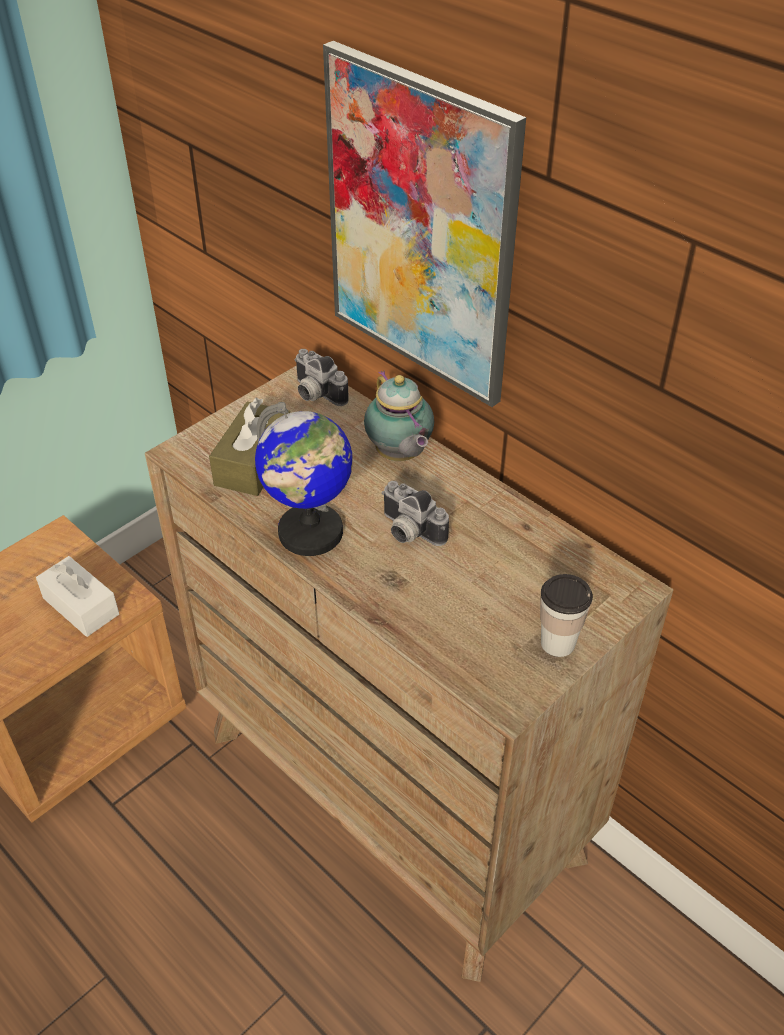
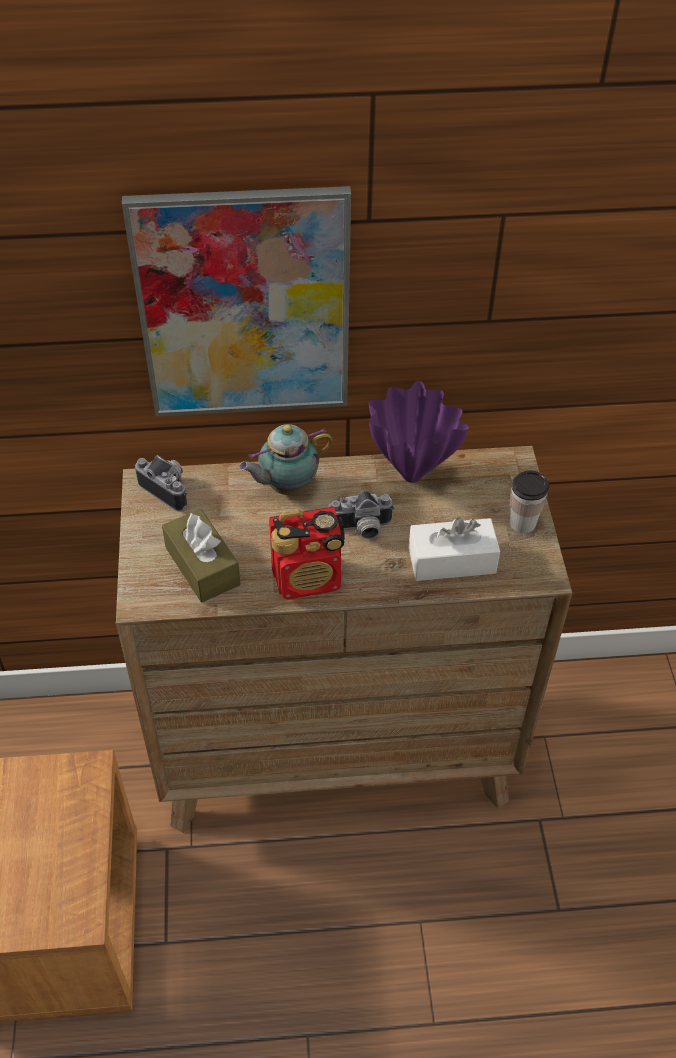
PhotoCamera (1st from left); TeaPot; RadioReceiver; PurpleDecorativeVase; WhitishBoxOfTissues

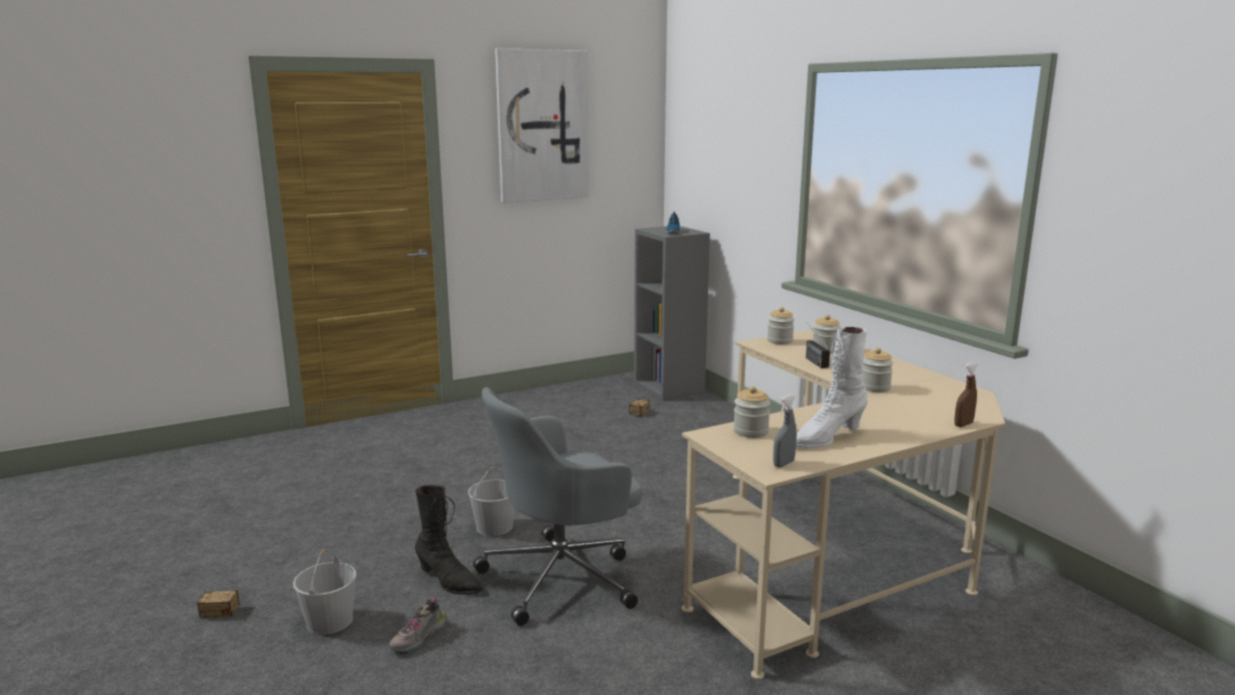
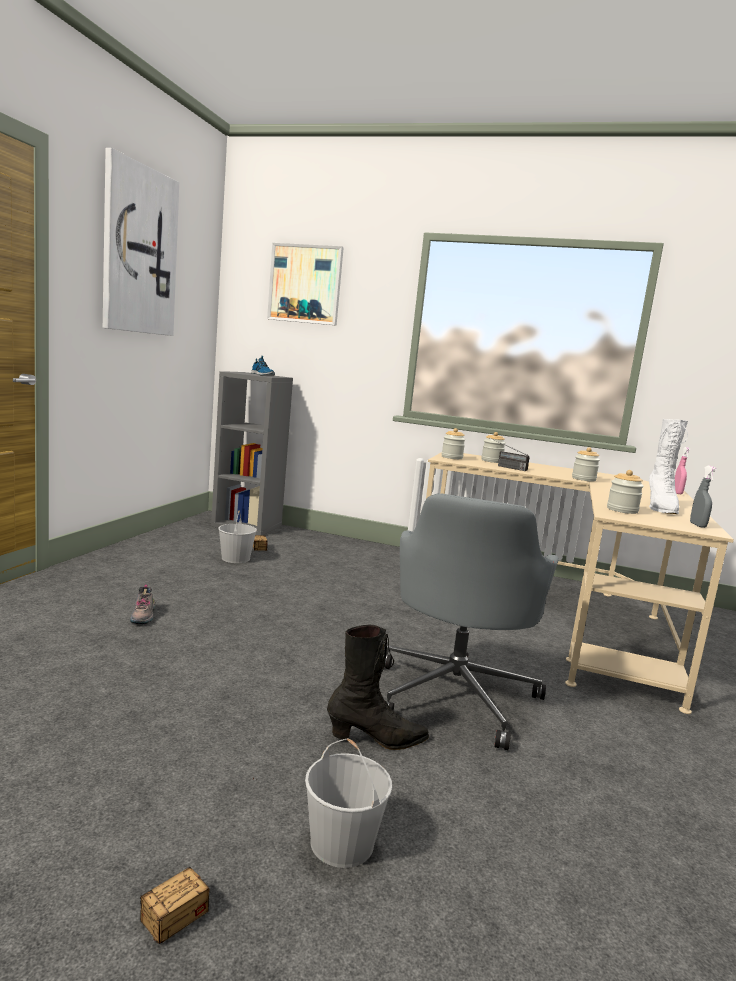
ItemOfFootwear (1st from left); WhitishWaterBucket (1st from left); WallArt (2nd from left); PinkSprayBottle

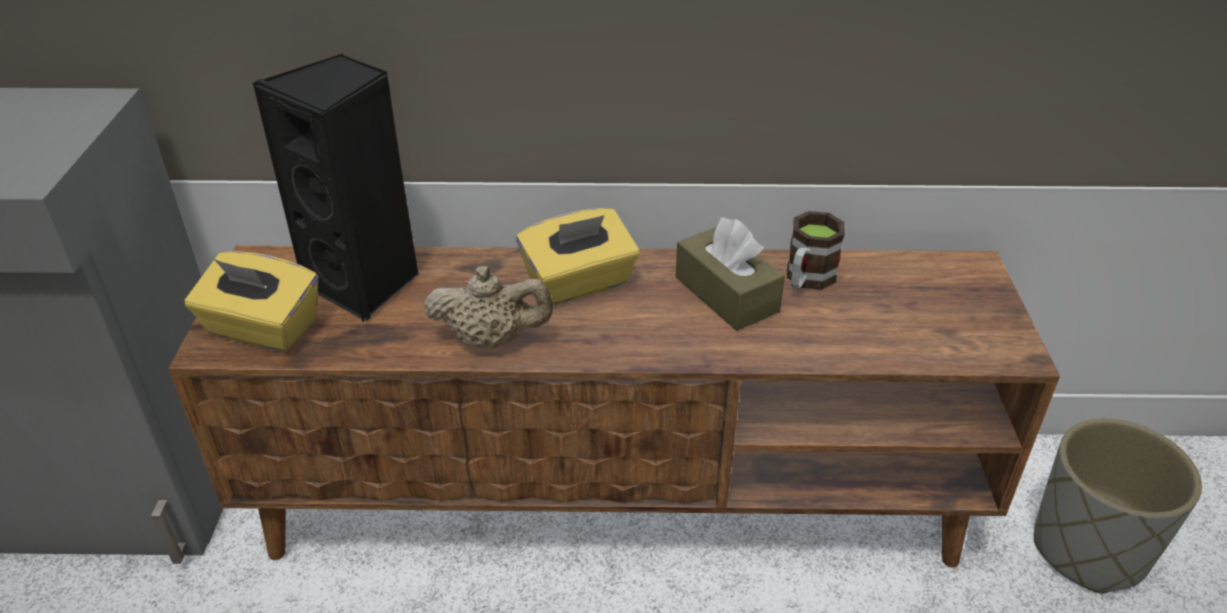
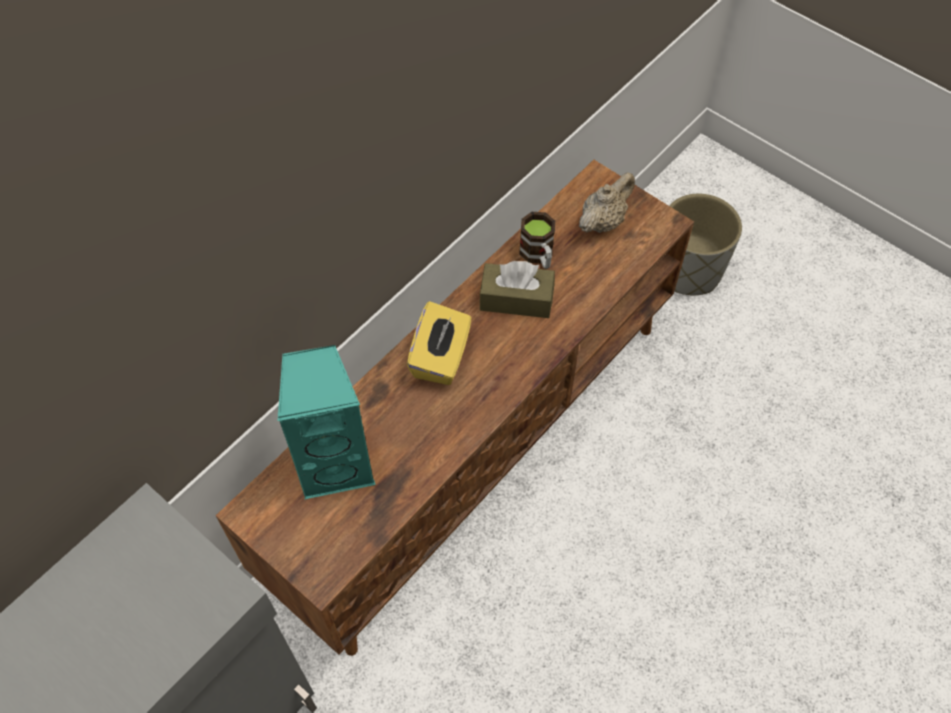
TurquoiseColouredLoudspeaker; SandColouredTeaPot; YellowColouredBoxOfTissues (1st from left in the first image)

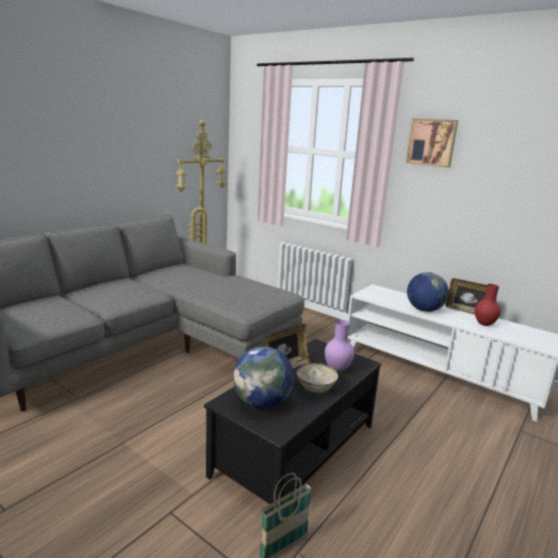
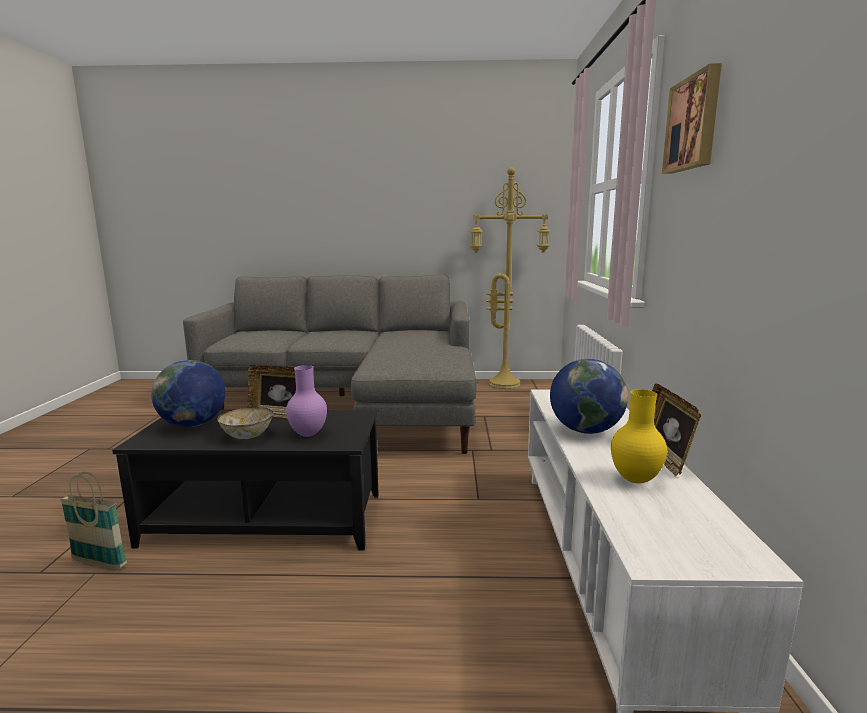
YellowColouredDecorativeVase

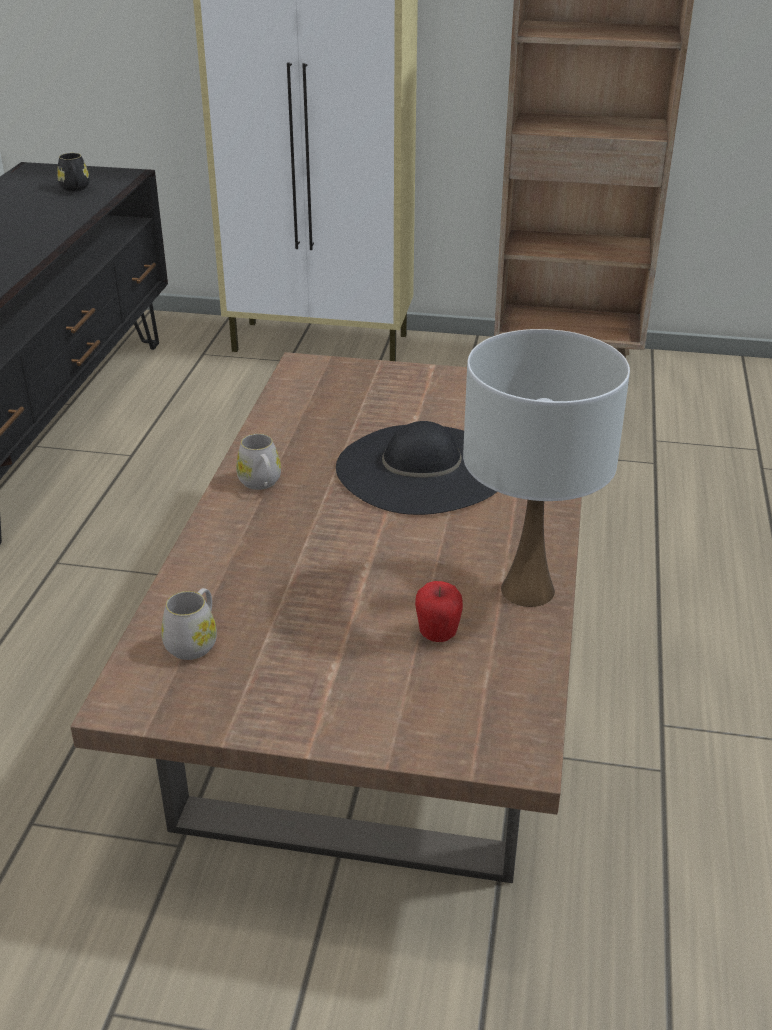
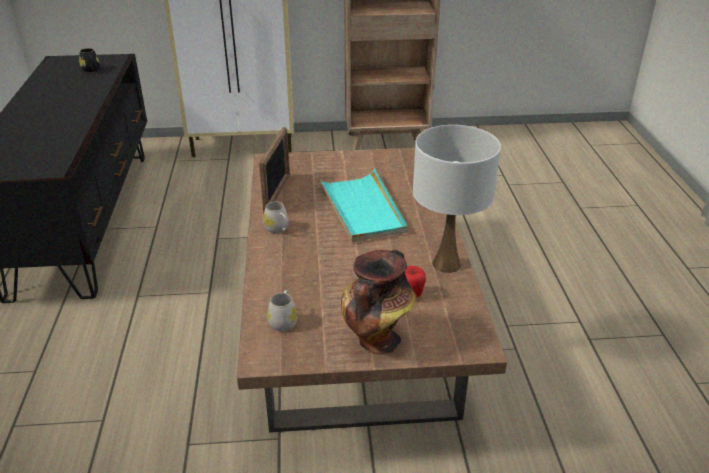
PhotoFrame; TurquoiseColouredServingTray; DecorativeVase

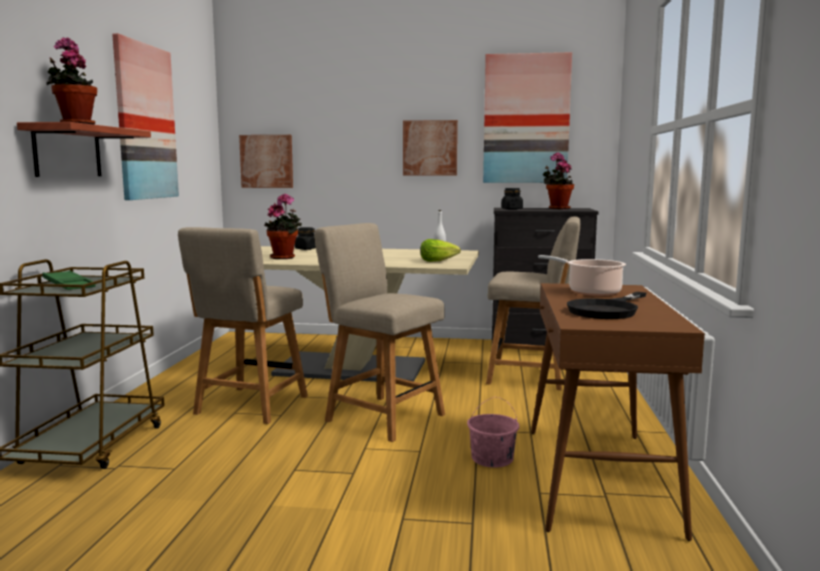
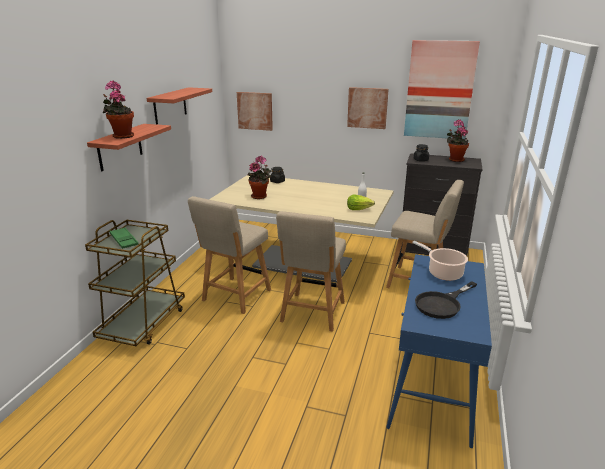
BracketShelf (2nd from left); SandColouredChair (2nd from left); BluishConsoleTable; PinkWaterBucket

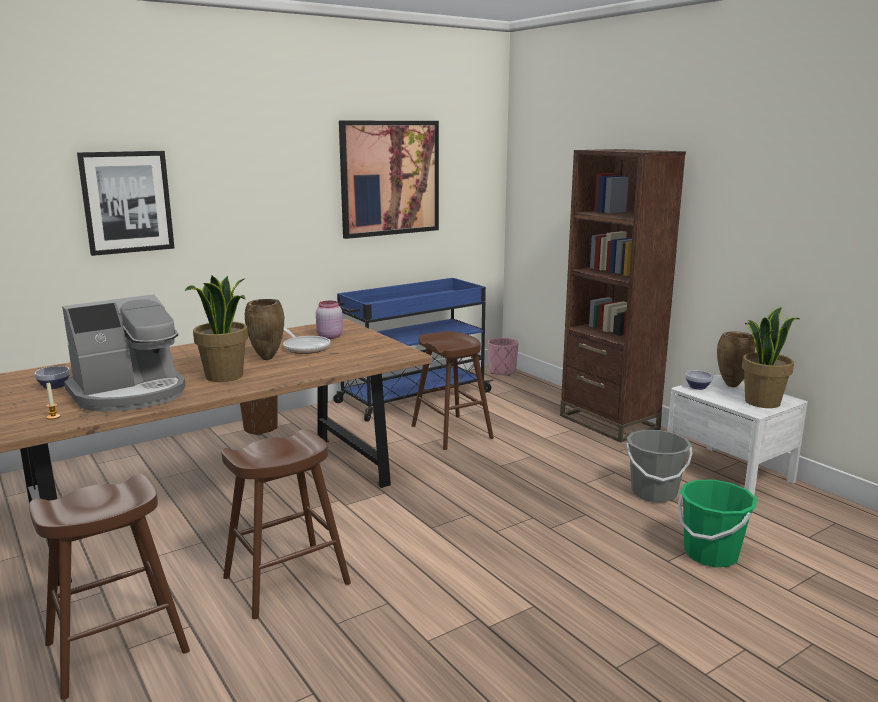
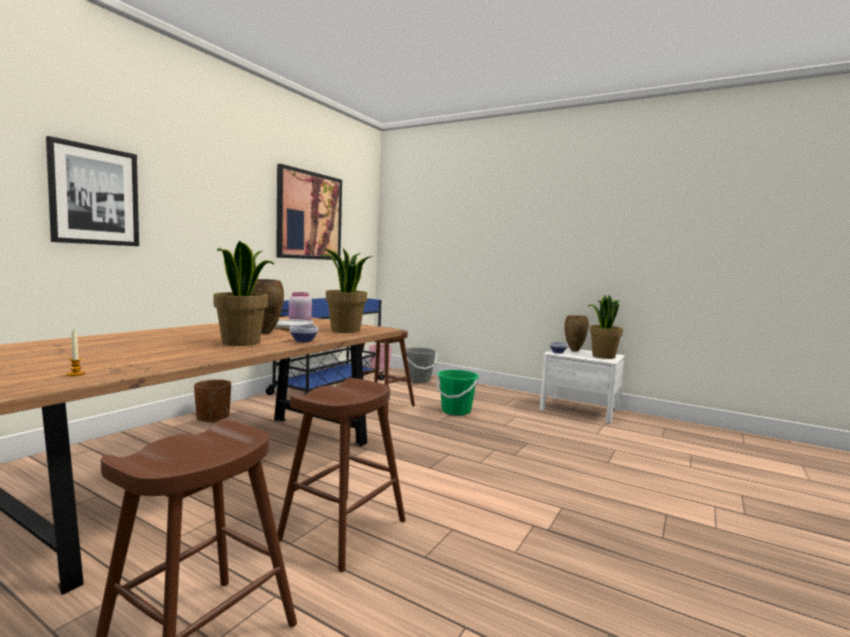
DeepDish (1st from left); PottedPlant (2nd from left); GrayWaterBucket; GreenishWaterBucket; CoffeeMachine; BrownishBookshelf

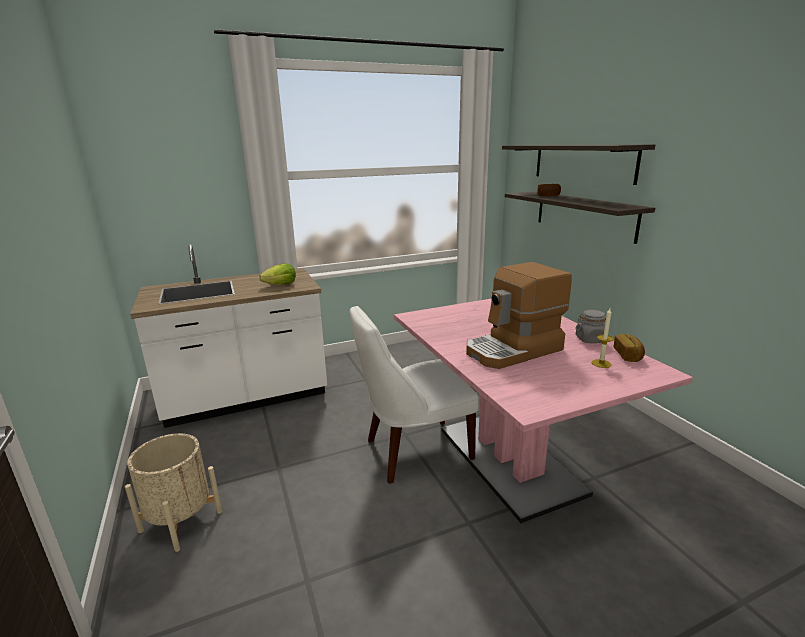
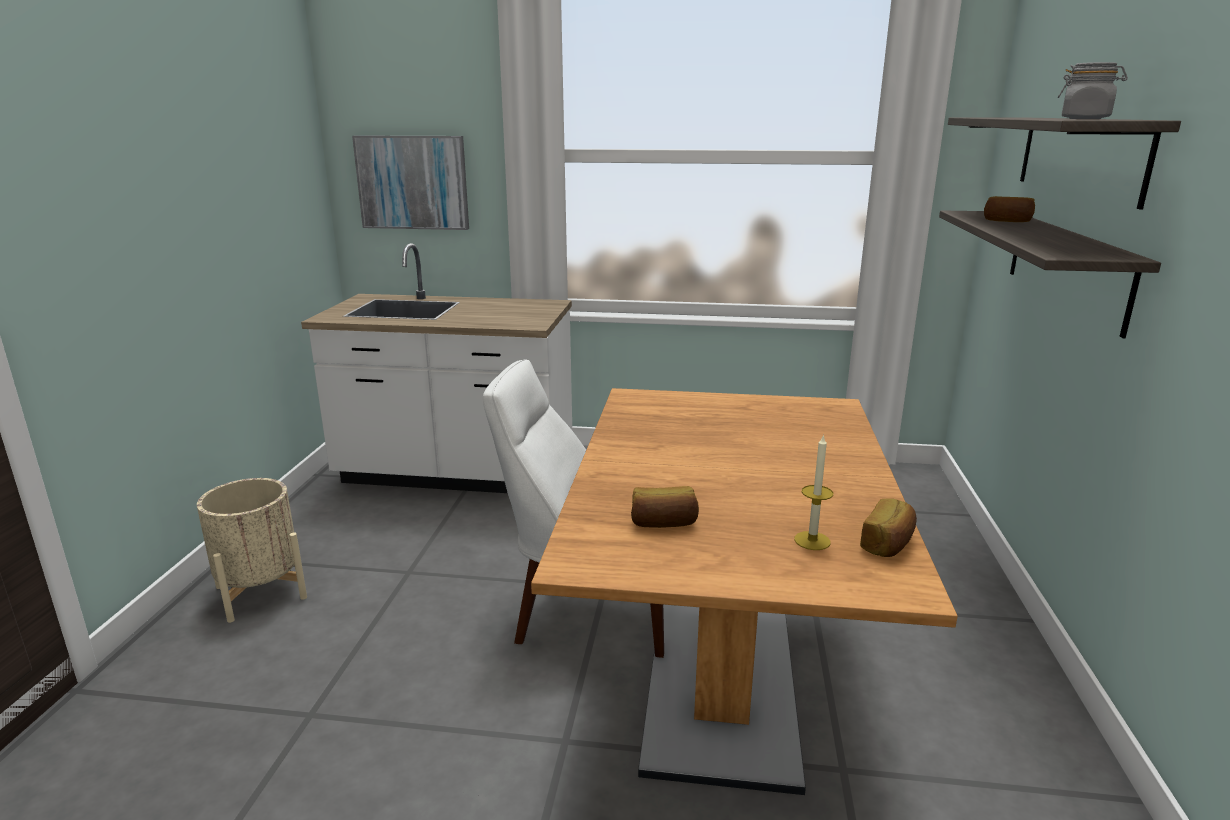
WallArt; BrownishDinnerTable; Bread (1st from left); GrayJar; Lettuce; CoffeeMachine

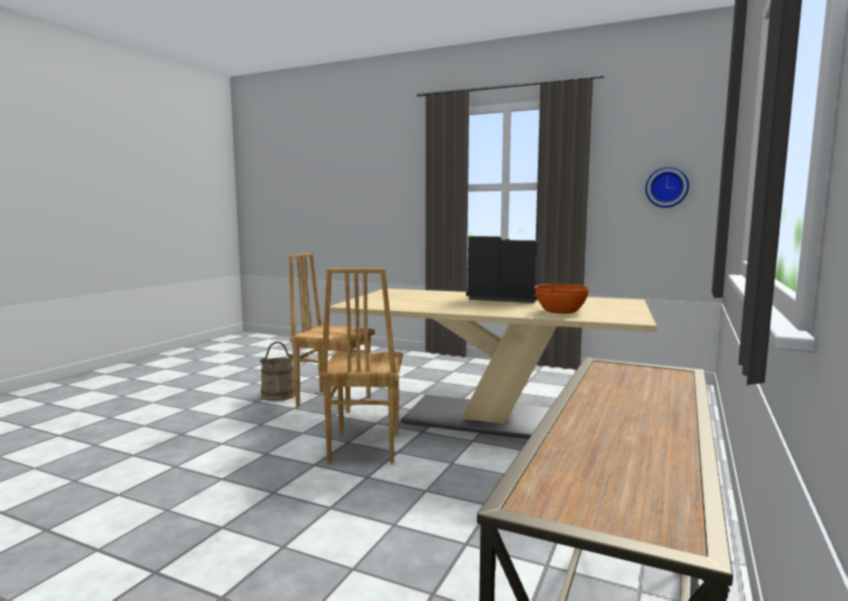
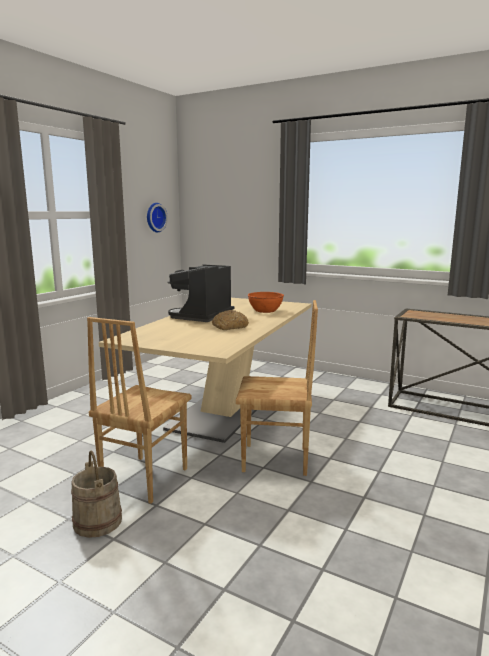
Bread

